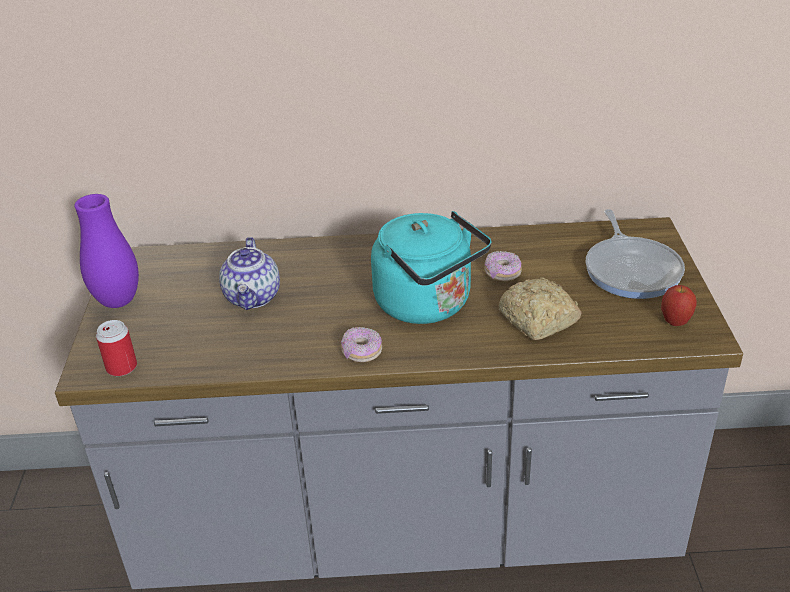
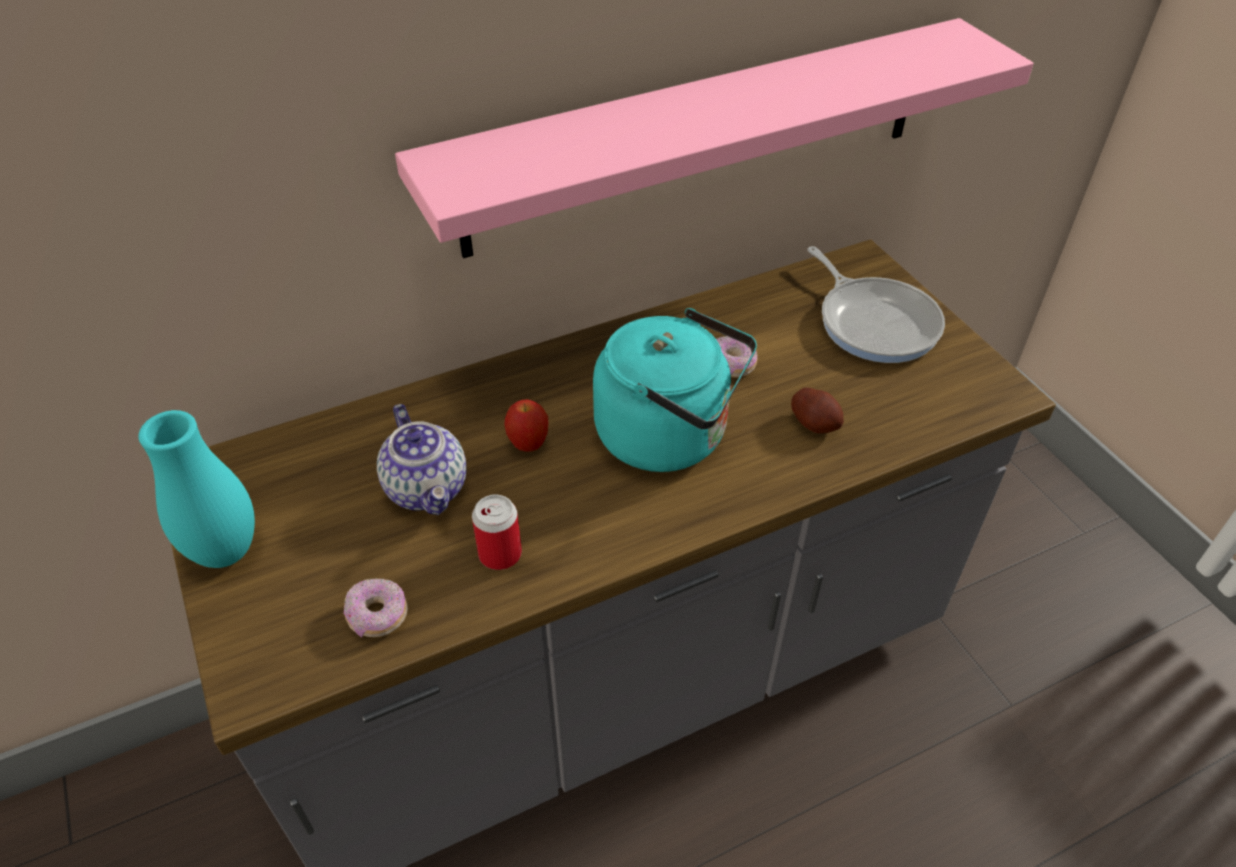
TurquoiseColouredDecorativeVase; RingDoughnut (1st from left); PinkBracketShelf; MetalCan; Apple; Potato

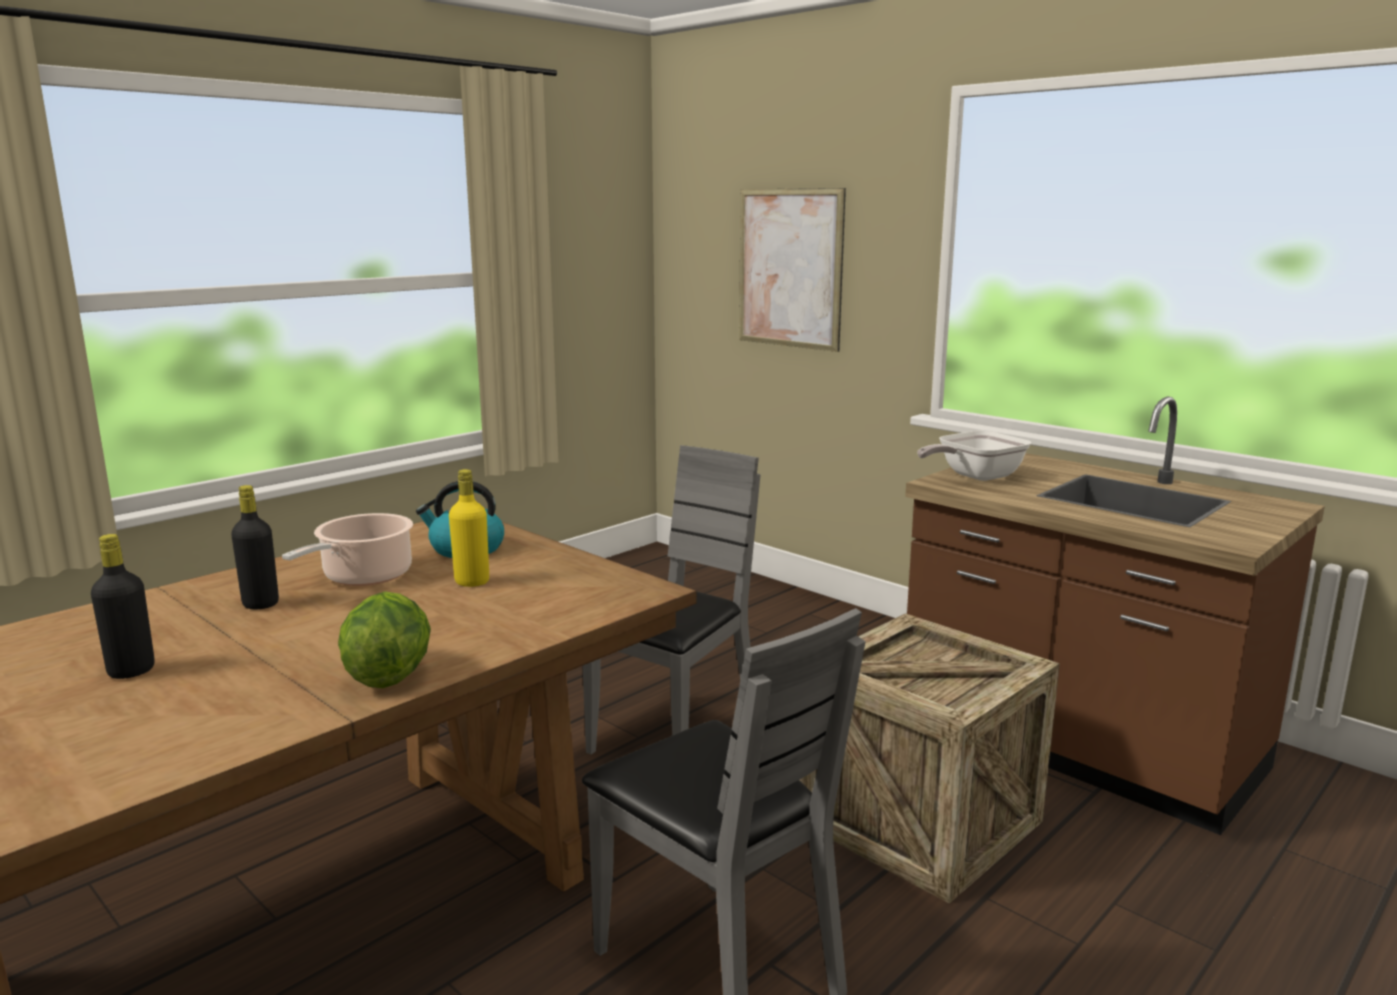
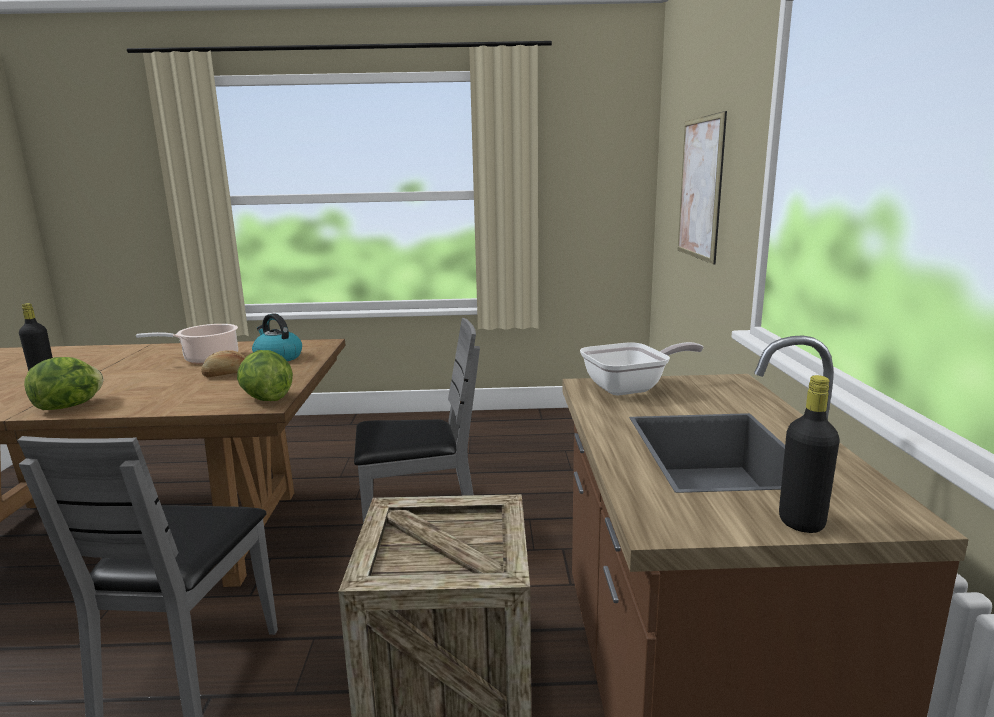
Bread; Lettuce (2nd from left); FryingPan; BlackBottle (2nd from left)

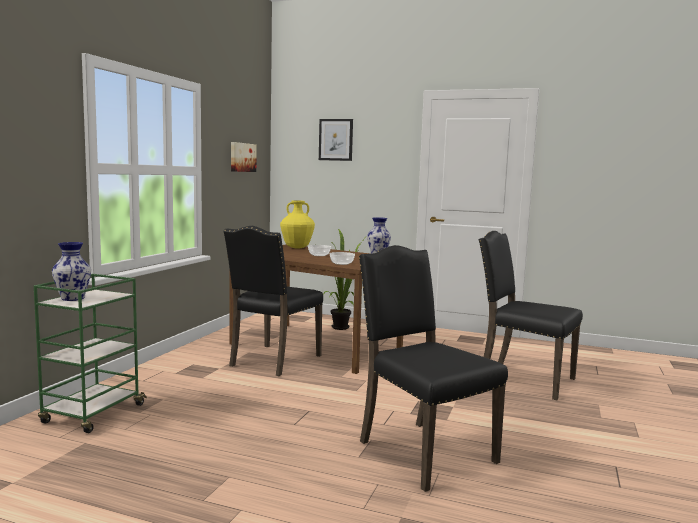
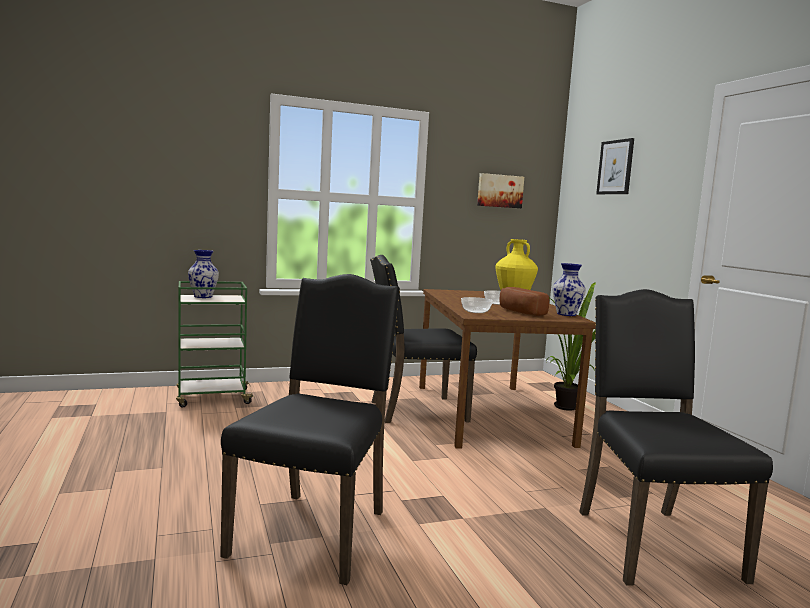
Bread

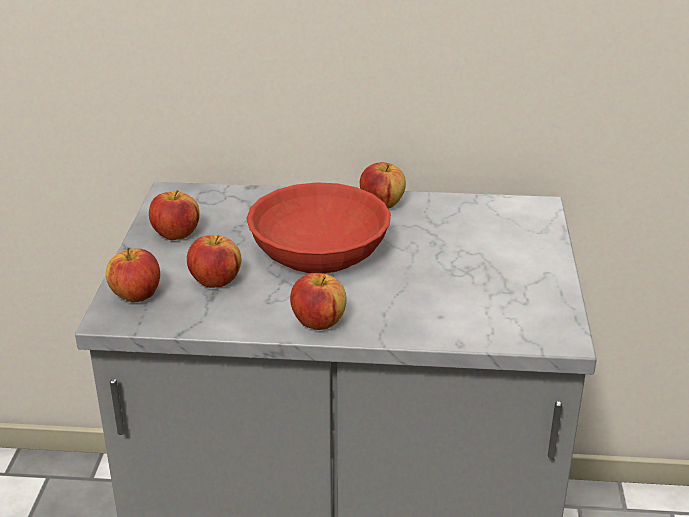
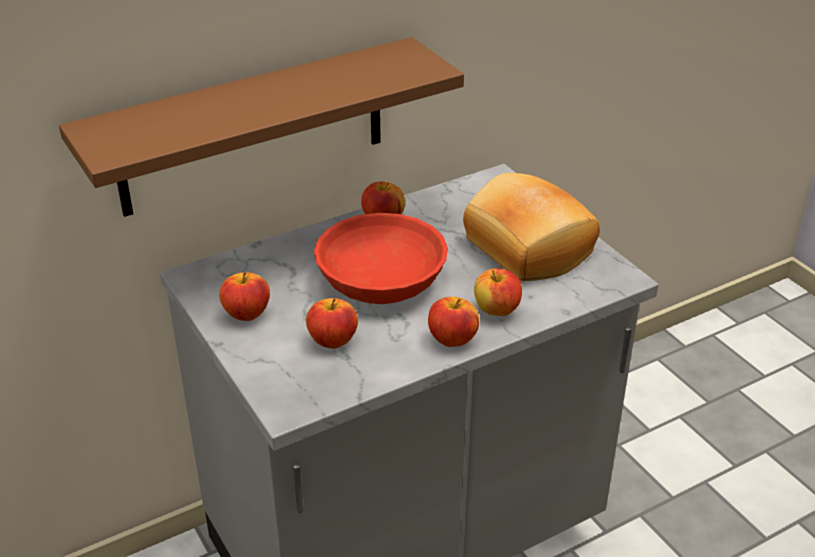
BrownishBracketShelf; Bread; Apple (5th from left)

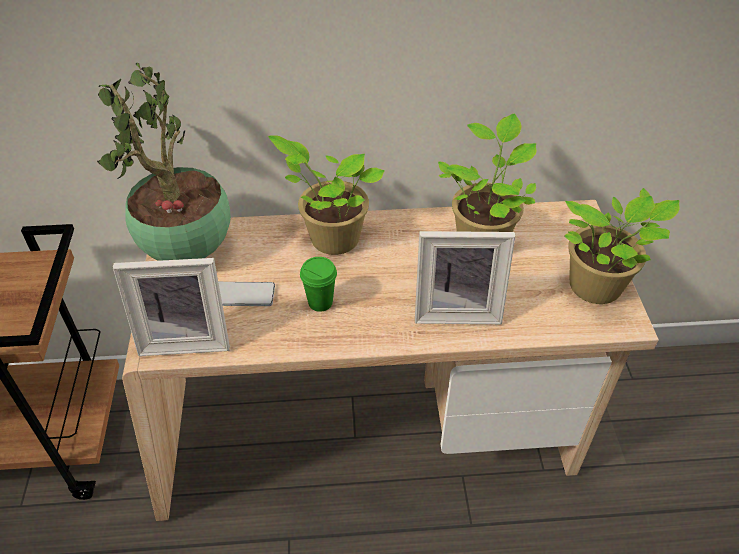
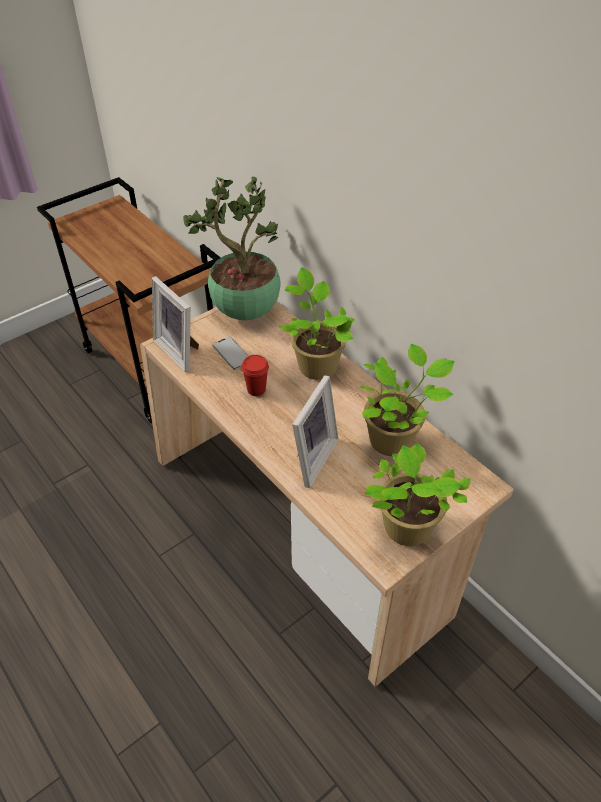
RedColouredSmallCup; PhotoFrame (2nd from left)

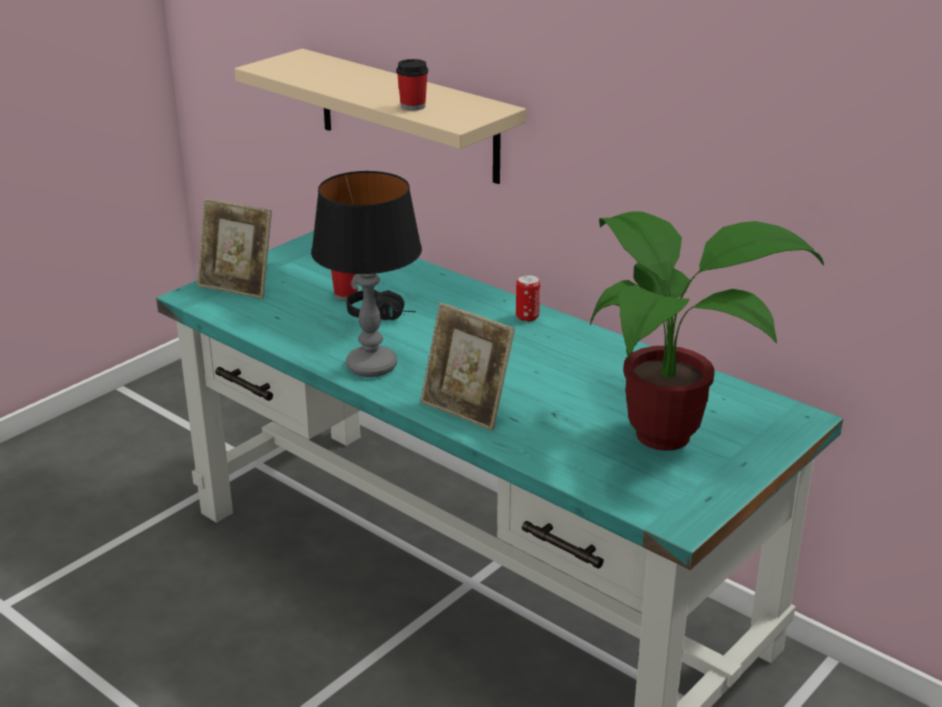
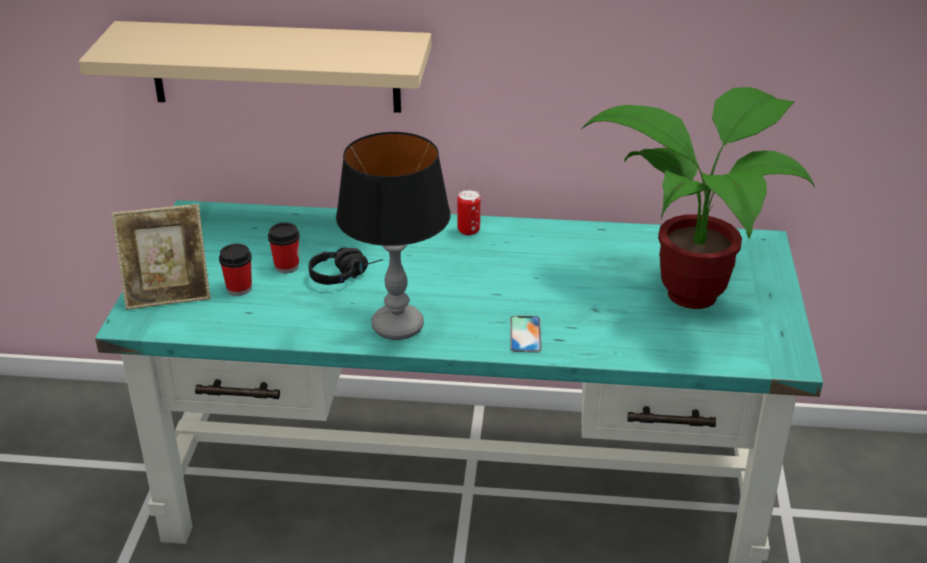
SmallCup (1st from left); Handset

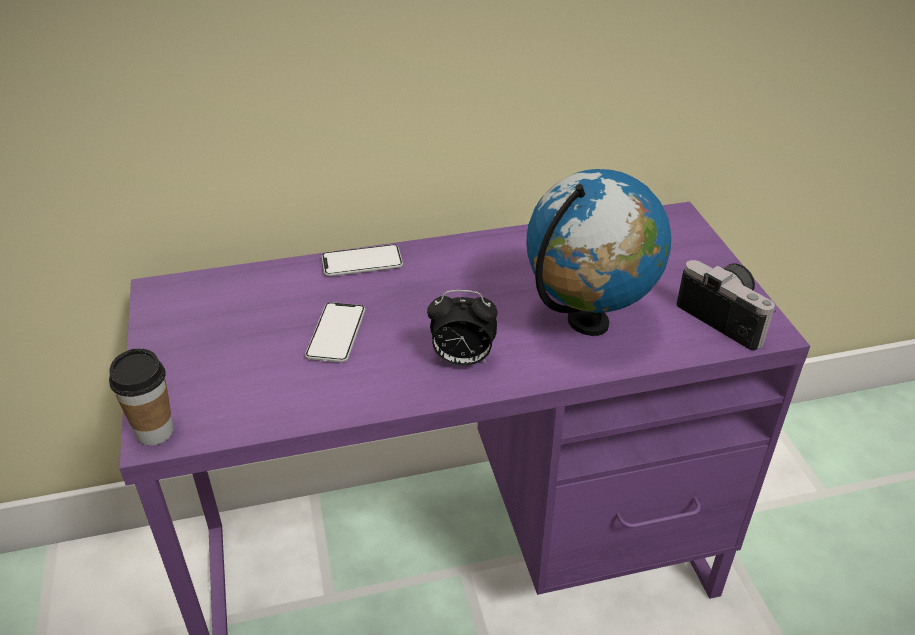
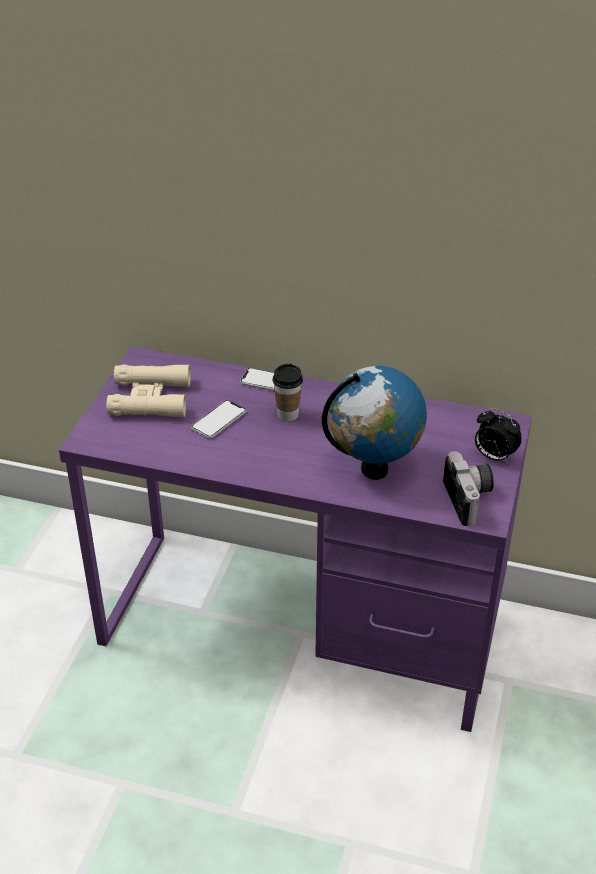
SandColouredFieldGlasses; SmallCup; BedsideClock

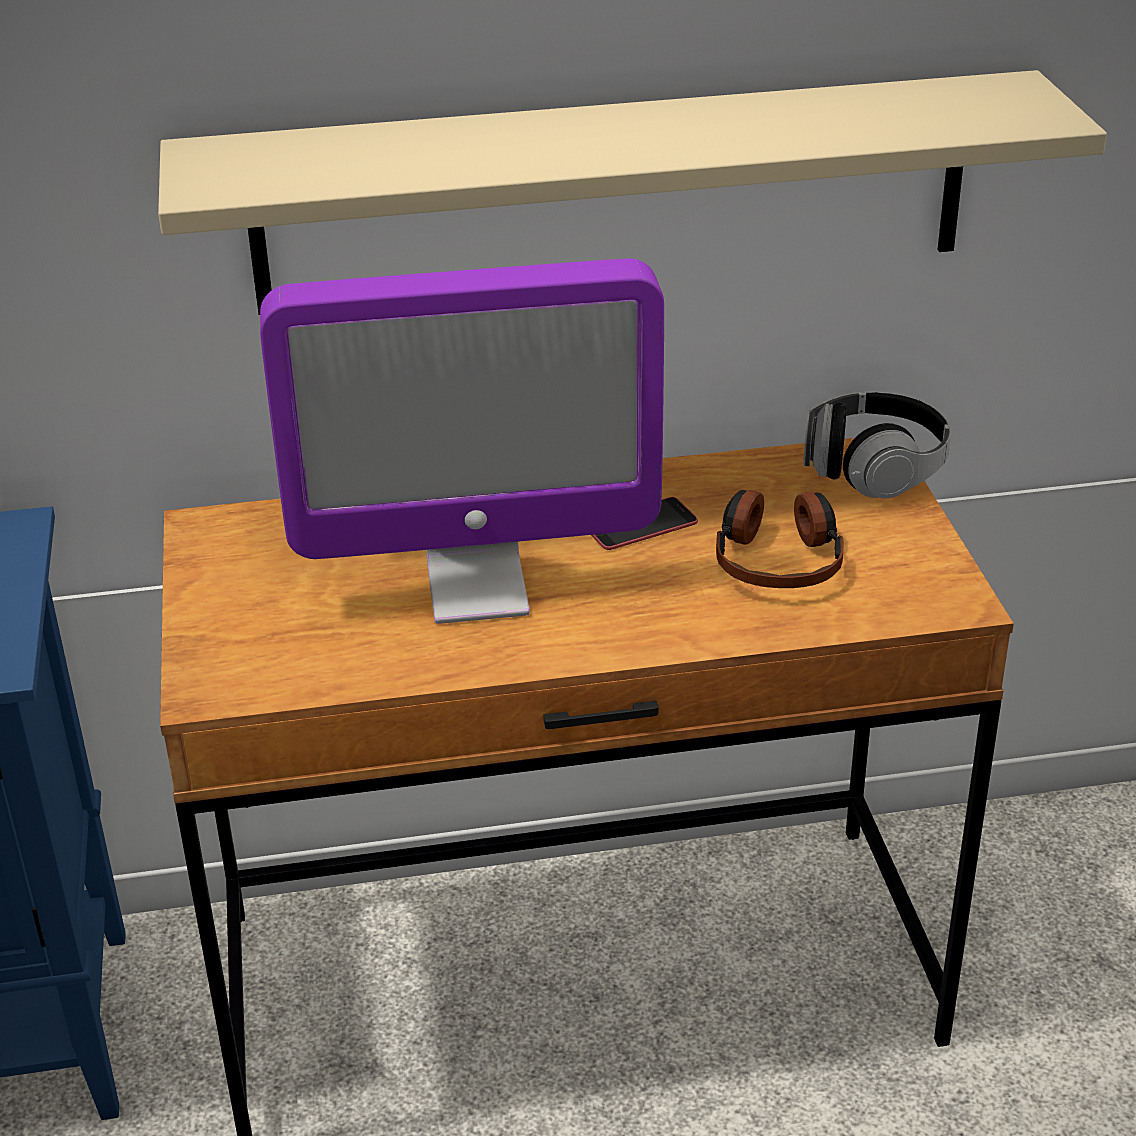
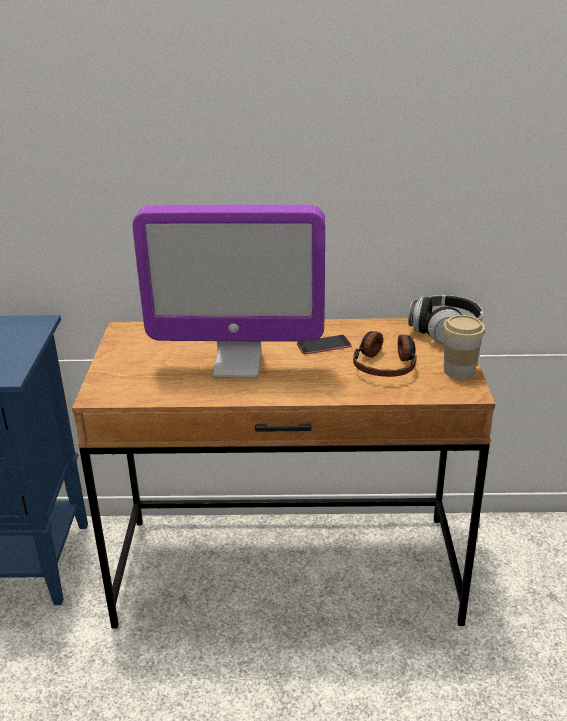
SmallCup; SandColouredBracketShelf

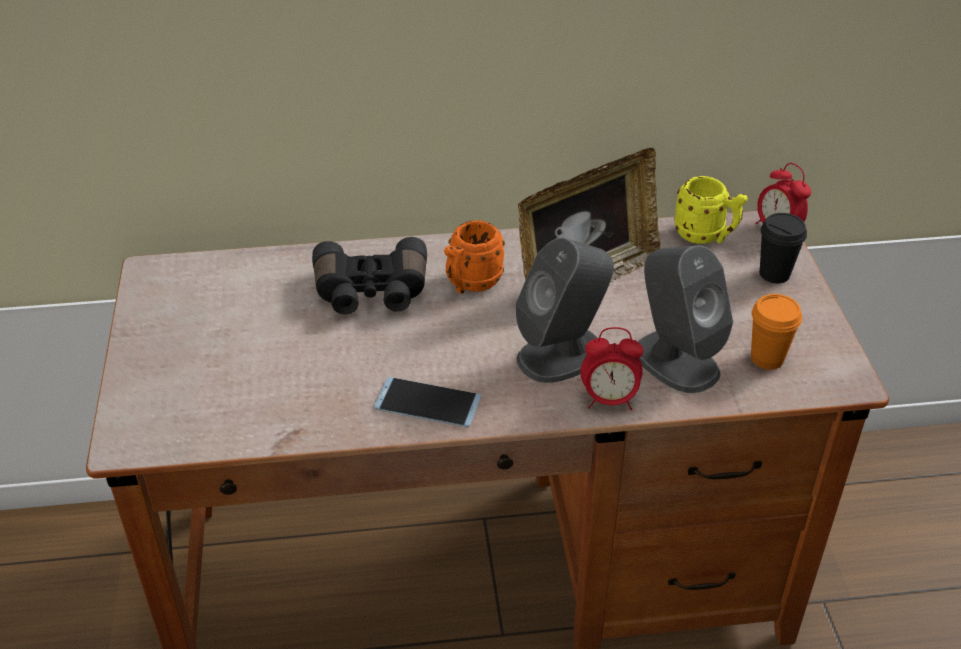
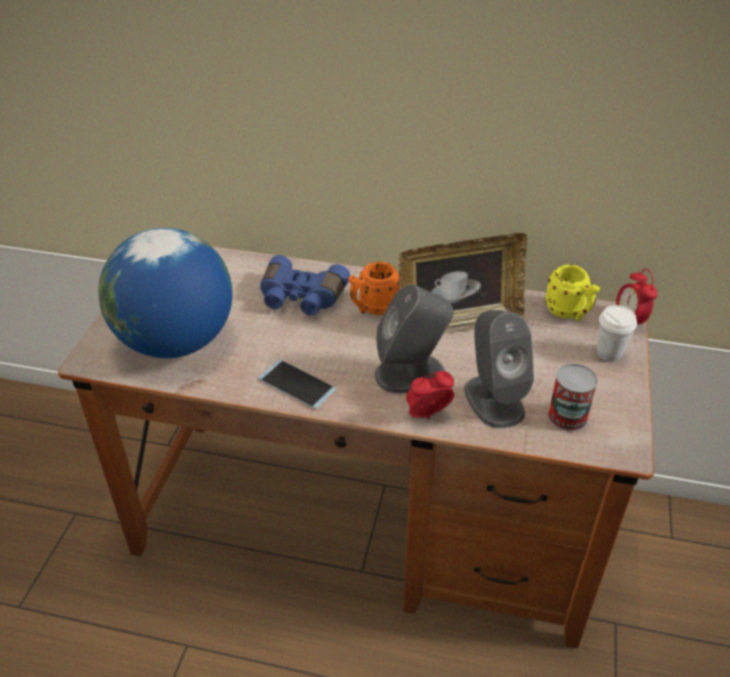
WorldGlobe; BluishFieldGlasses; BedsideClock (1st from left); MetalCan; WhitishSmallCup

